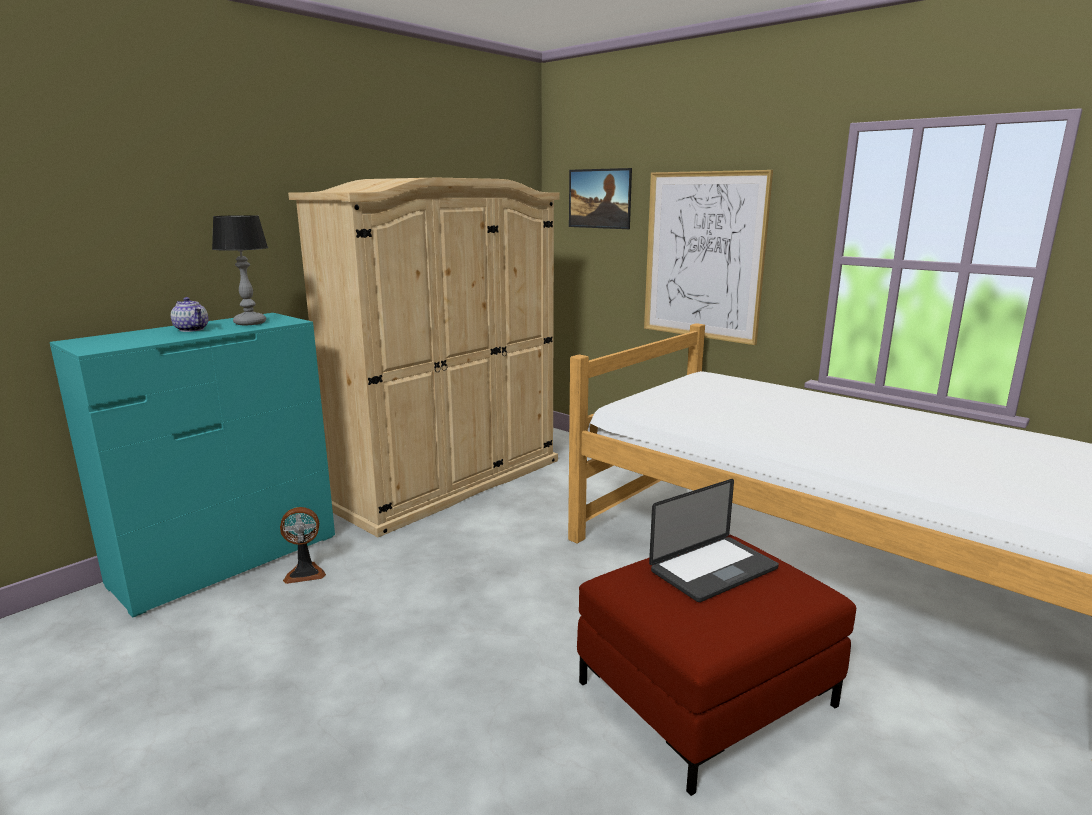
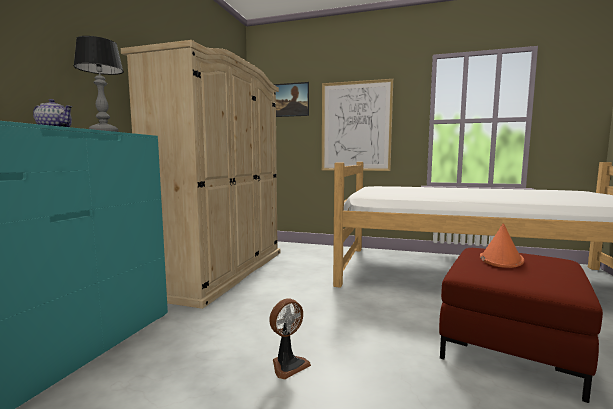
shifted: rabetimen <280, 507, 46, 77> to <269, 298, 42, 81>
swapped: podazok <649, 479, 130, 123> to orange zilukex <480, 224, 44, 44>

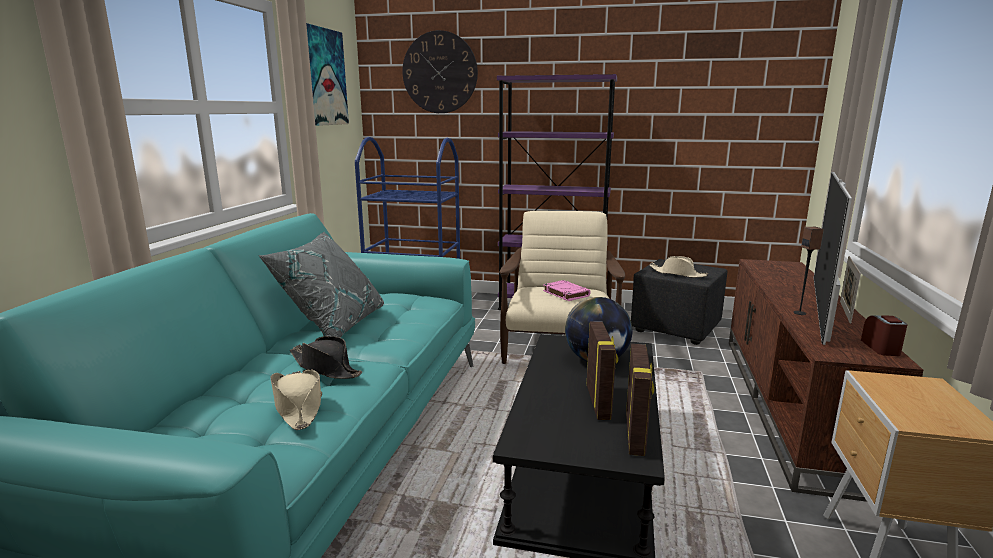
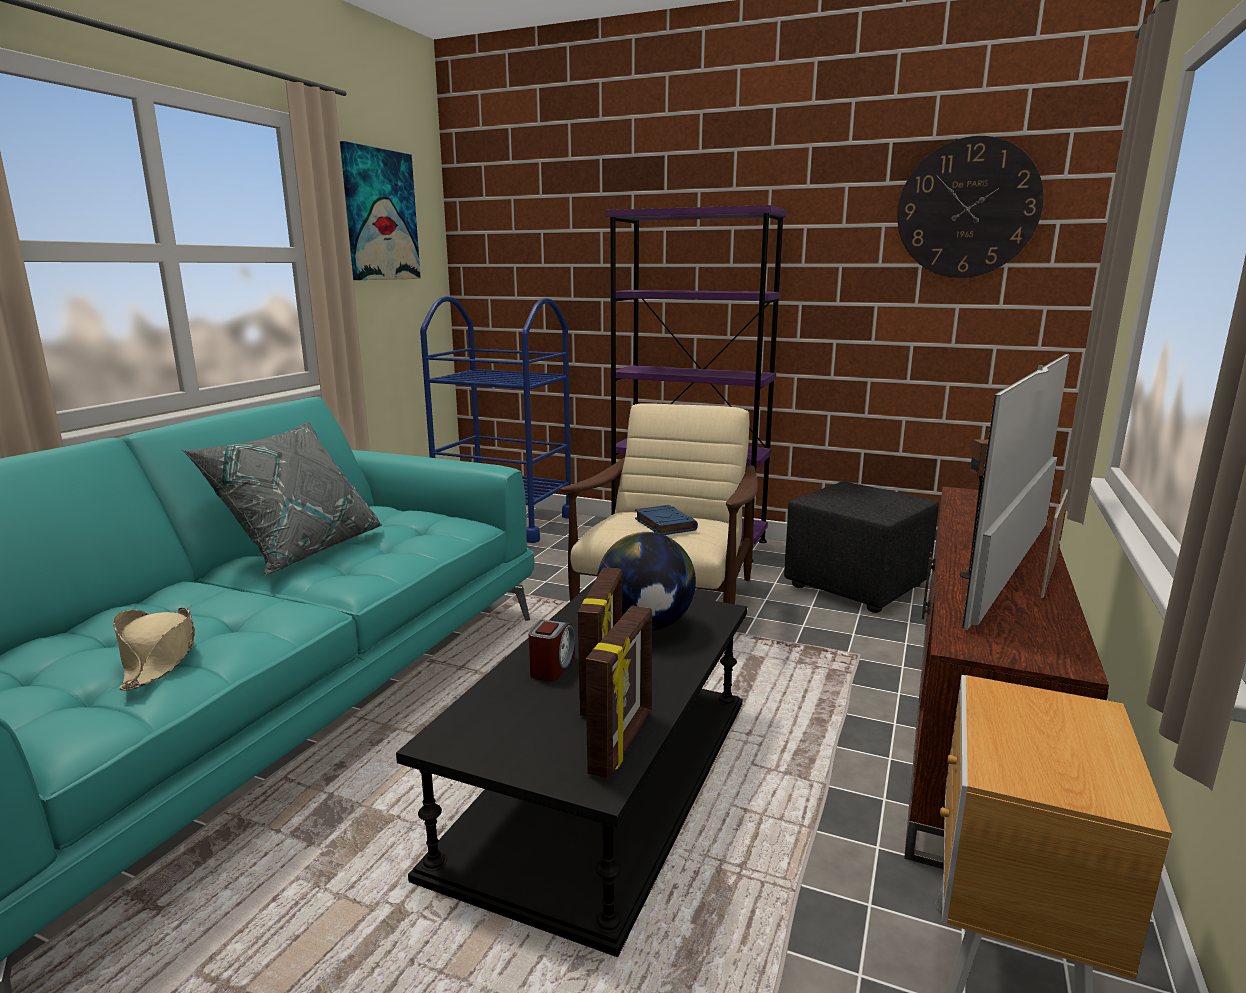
gone: black zilukex <290, 336, 72, 43>; beige zilukex <649, 256, 59, 22>
shifted: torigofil <402, 30, 76, 83> to <897, 136, 147, 142>; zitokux <861, 315, 47, 41> to <529, 620, 46, 61>
repainted: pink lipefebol <543, 280, 48, 21> to blue lipefebol <635, 505, 63, 30>

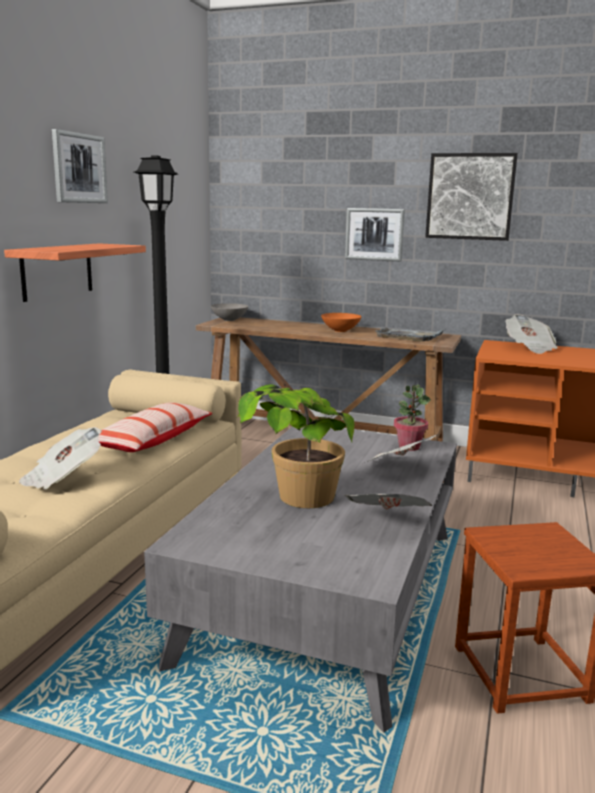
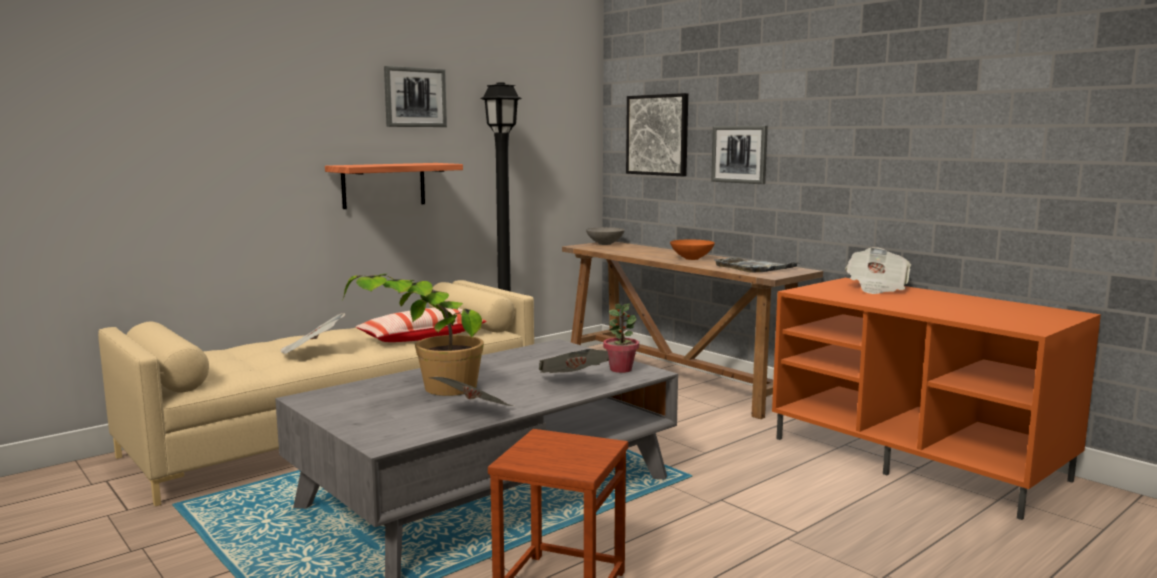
shifted: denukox <425, 153, 93, 88> to <626, 93, 62, 83>

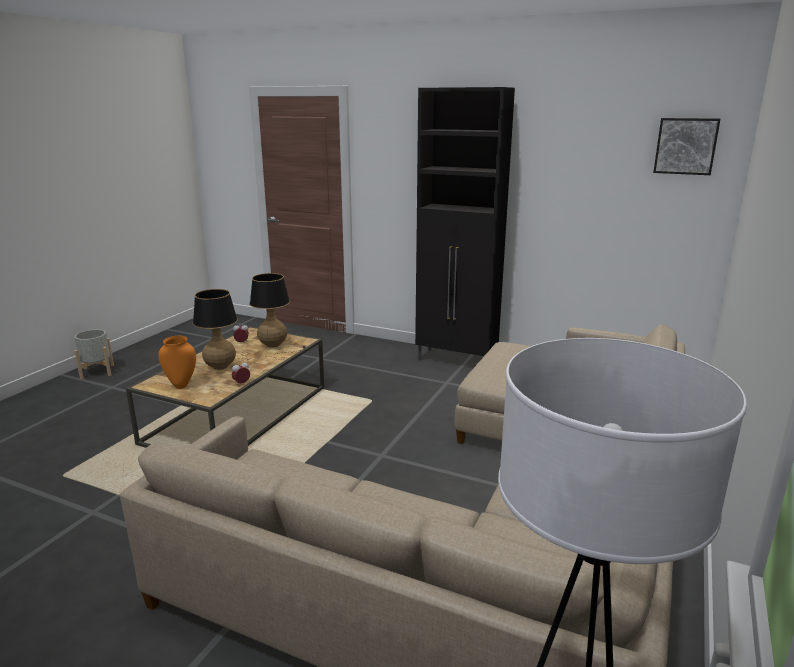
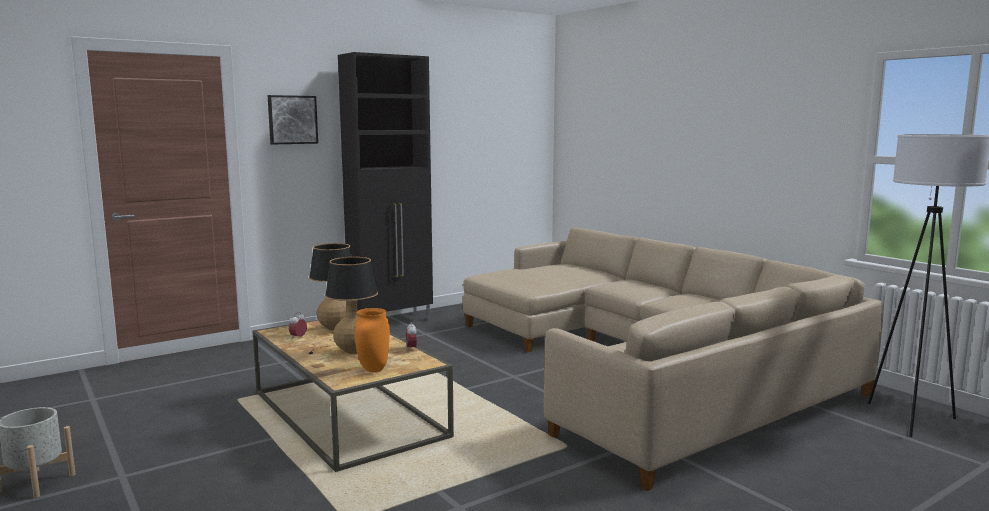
shifted: denukox <653, 118, 67, 57> to <268, 95, 50, 49>

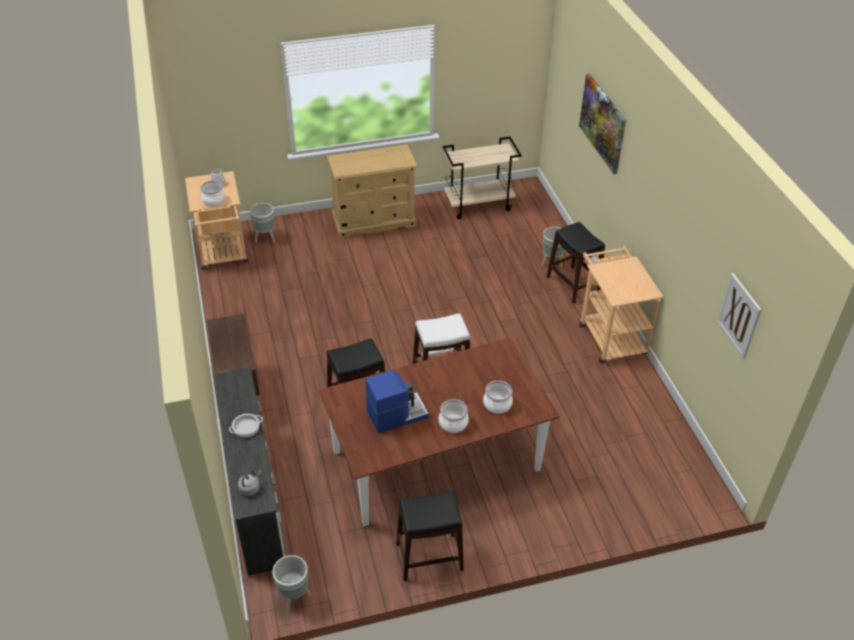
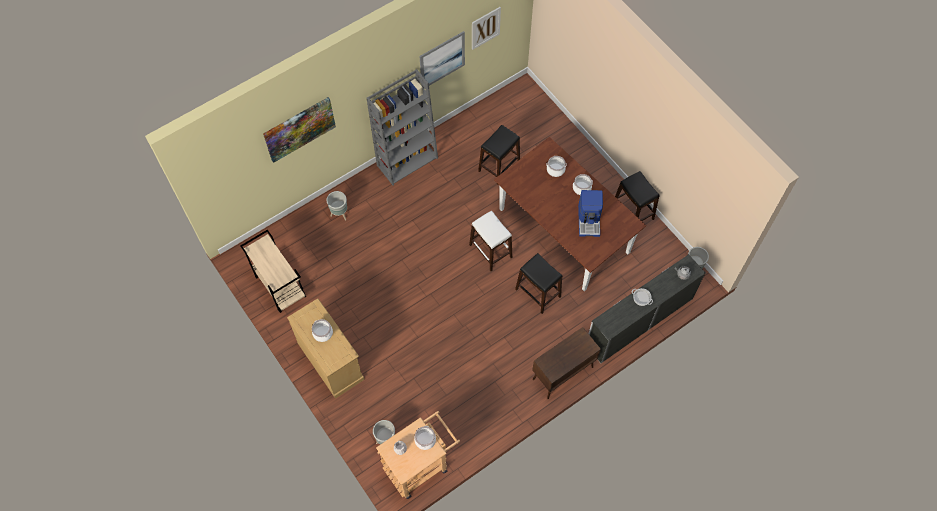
new: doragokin <312, 319, 21, 23>; denukox <419, 31, 46, 58>
shifted: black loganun <547, 222, 58, 81> to <478, 125, 42, 60>
swapped: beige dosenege <579, 246, 85, 117> to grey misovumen <366, 69, 72, 116>
rotated: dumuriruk <366, 370, 63, 63> = <578, 190, 25, 47> 135 degrees counterclockwise

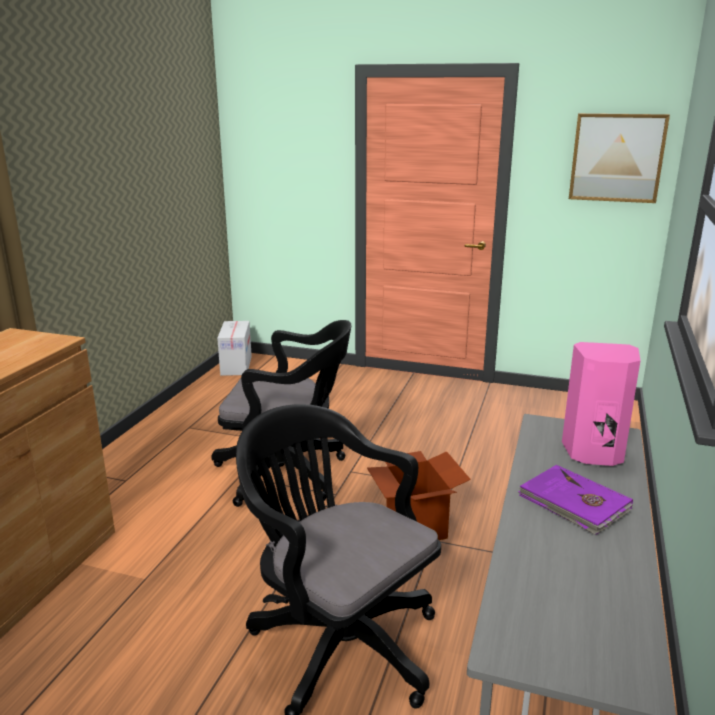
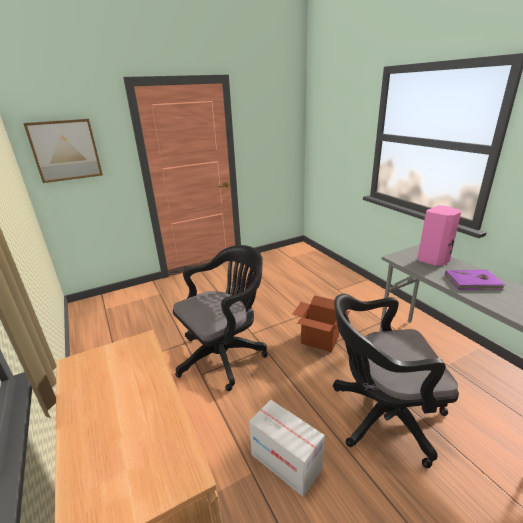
shifted: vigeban <217, 321, 35, 55> to <249, 400, 76, 97>; denukox <569, 113, 101, 90> to <23, 119, 80, 64>

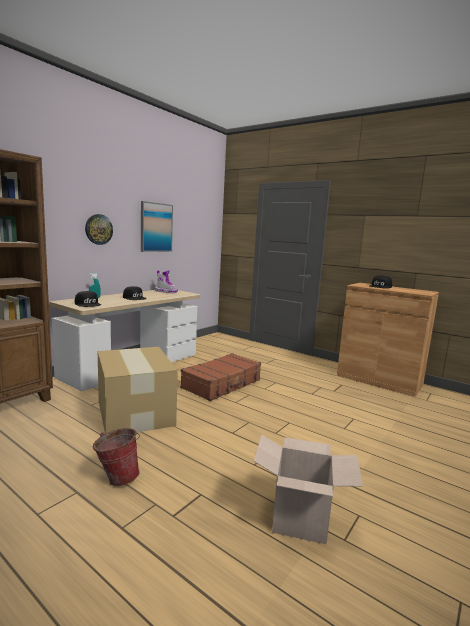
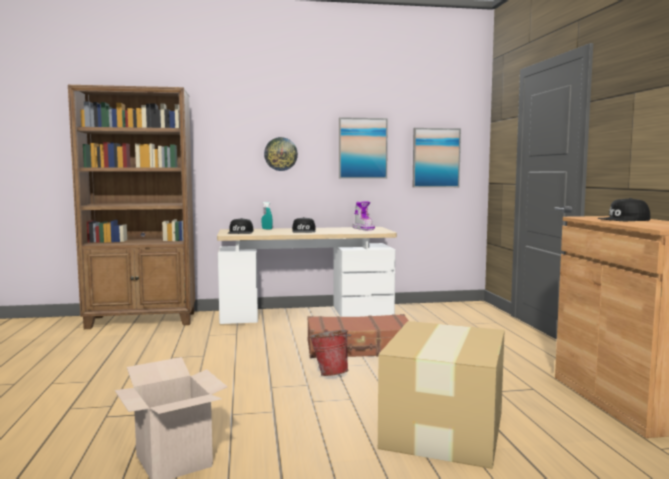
new: denukox <413, 128, 48, 60>
shifted: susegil <93, 428, 47, 58> to <309, 329, 42, 47>; vigeban <98, 347, 80, 86> to <378, 321, 127, 148>

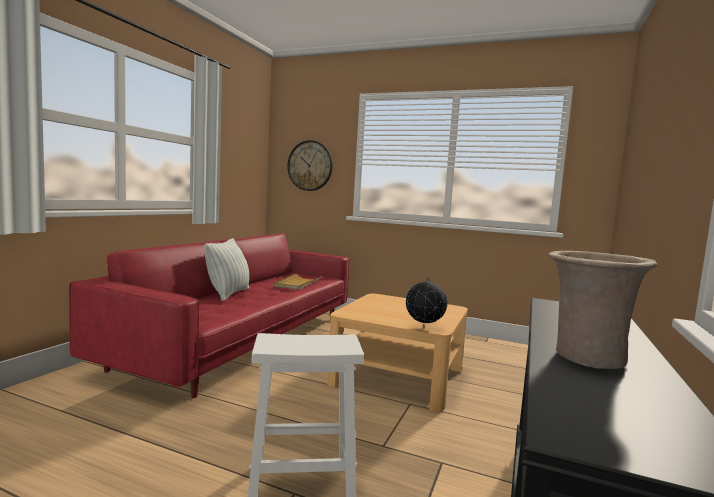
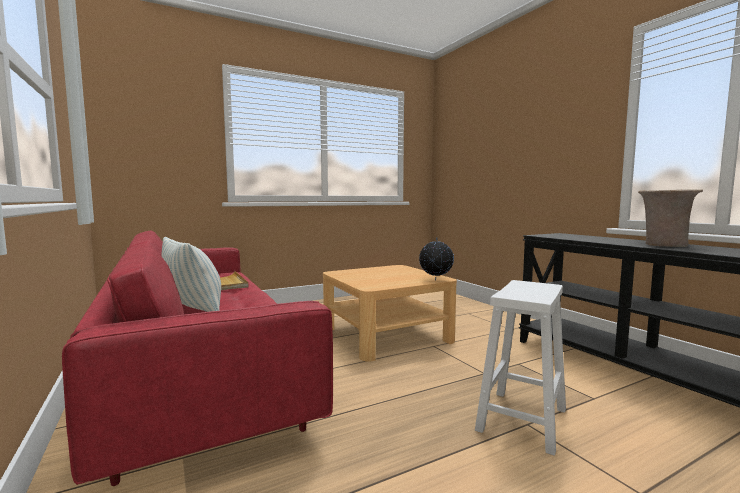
gone: torigofil <287, 140, 46, 51>

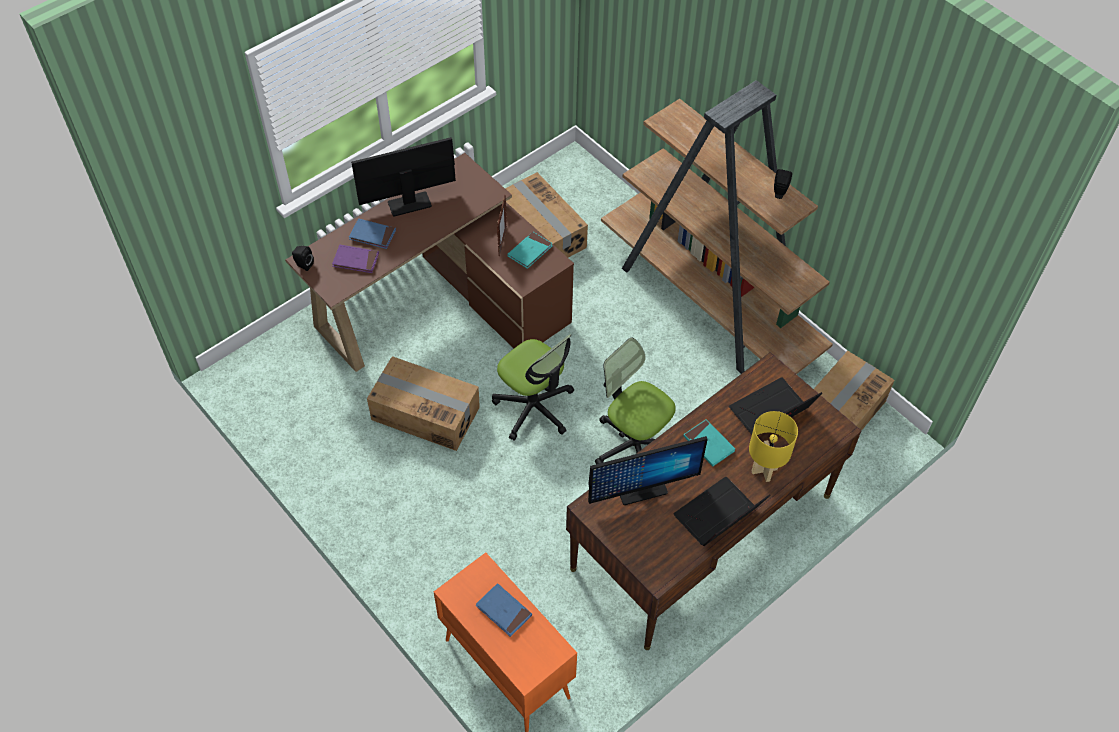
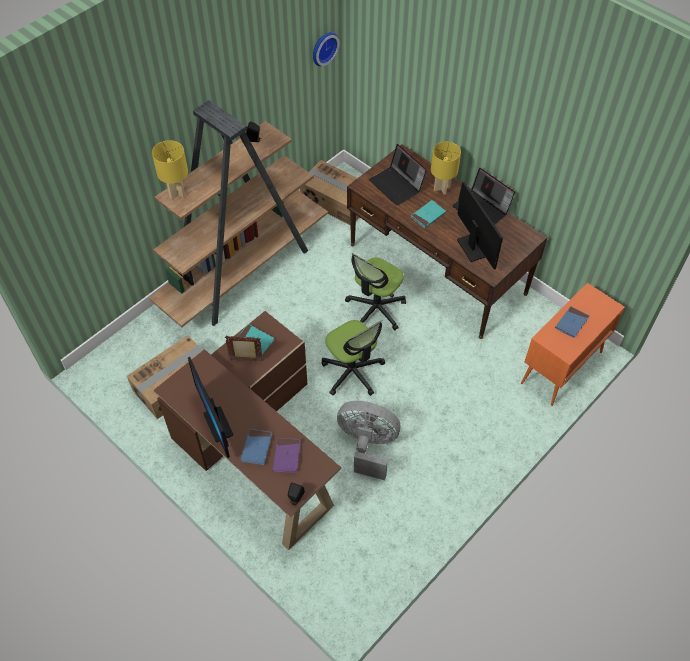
new: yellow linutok <152, 140, 36, 59>; torigofil <313, 32, 27, 34>
swapped: vigeban <367, 356, 113, 95> to grey rabetimen <337, 401, 63, 79>
rotated: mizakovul <492, 334, 82, 107> = <321, 320, 64, 76> 105 degrees clockwise

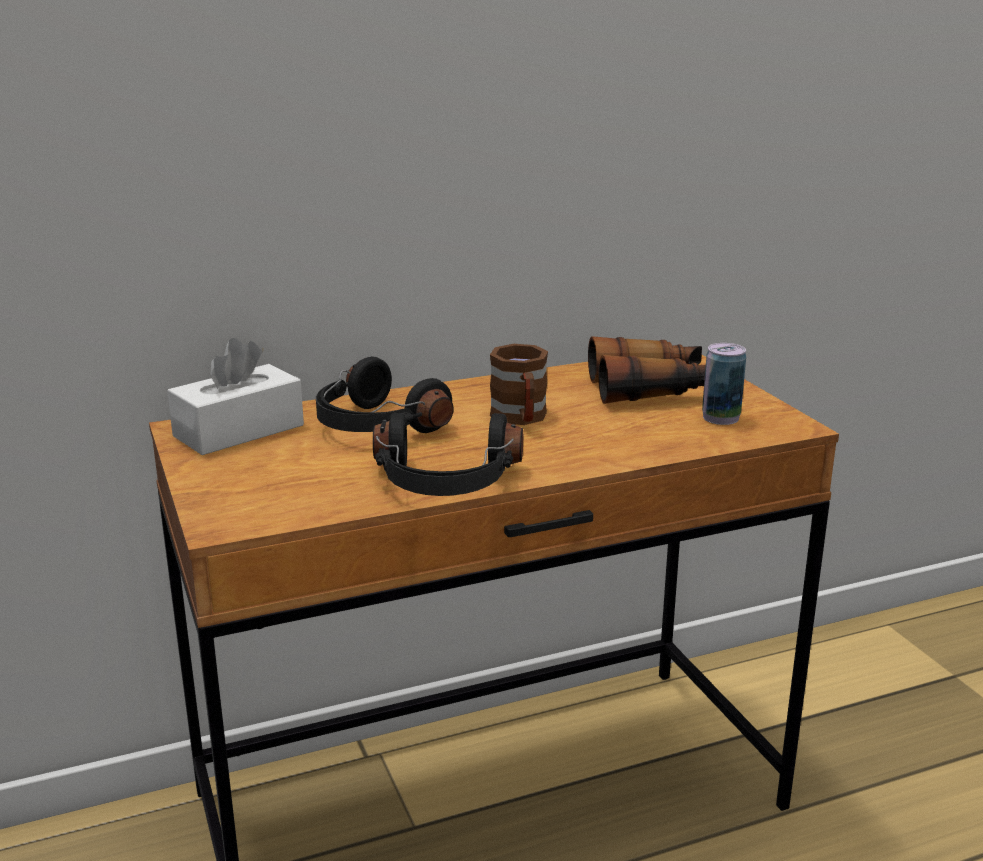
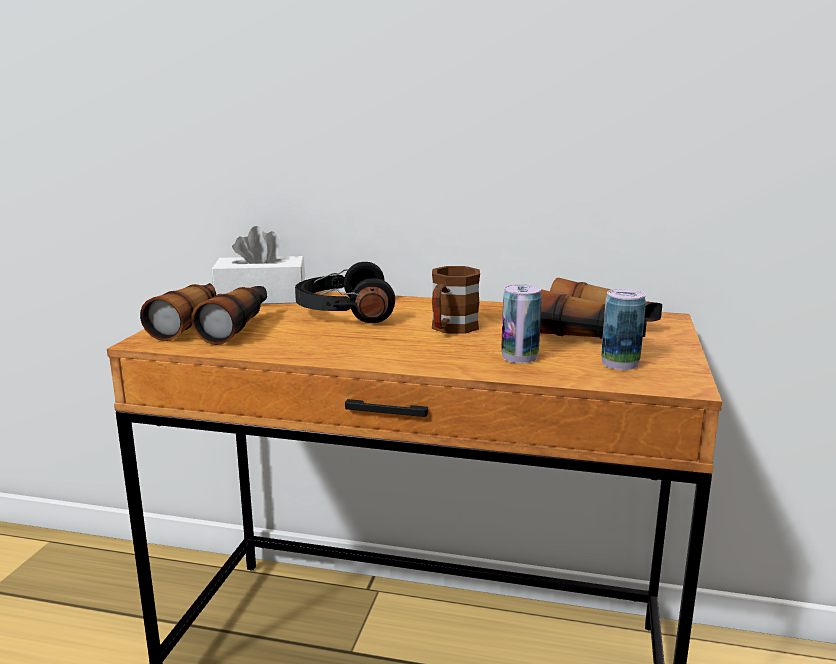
gone: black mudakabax <373, 413, 150, 83>
new: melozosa <140, 283, 127, 62>; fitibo <501, 284, 41, 79>

